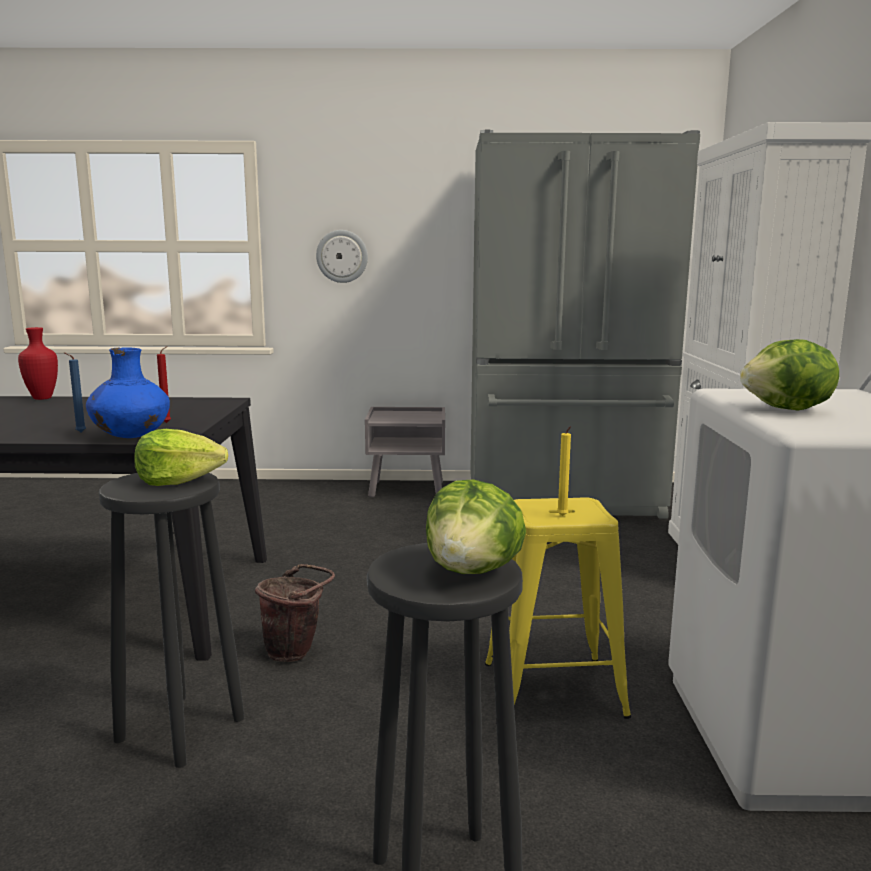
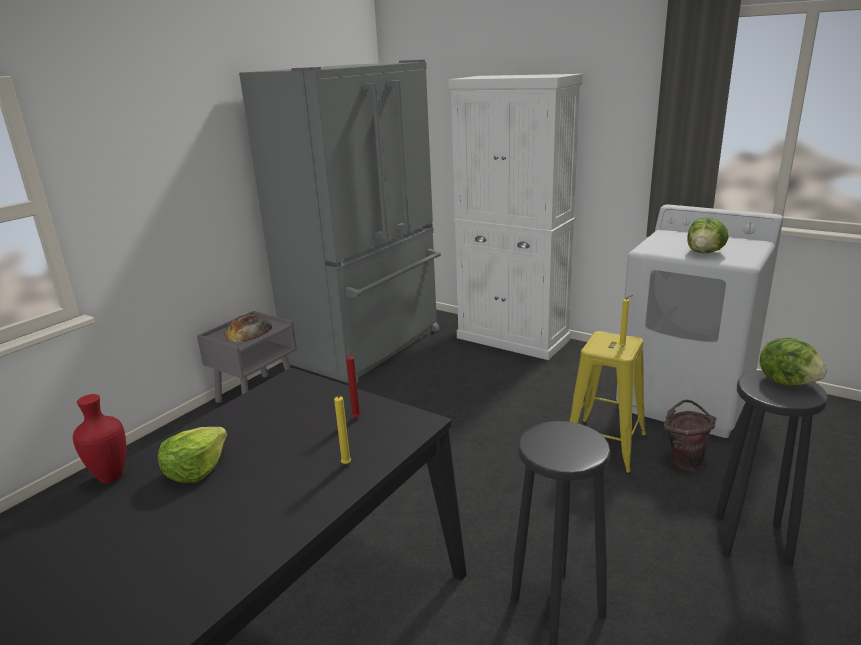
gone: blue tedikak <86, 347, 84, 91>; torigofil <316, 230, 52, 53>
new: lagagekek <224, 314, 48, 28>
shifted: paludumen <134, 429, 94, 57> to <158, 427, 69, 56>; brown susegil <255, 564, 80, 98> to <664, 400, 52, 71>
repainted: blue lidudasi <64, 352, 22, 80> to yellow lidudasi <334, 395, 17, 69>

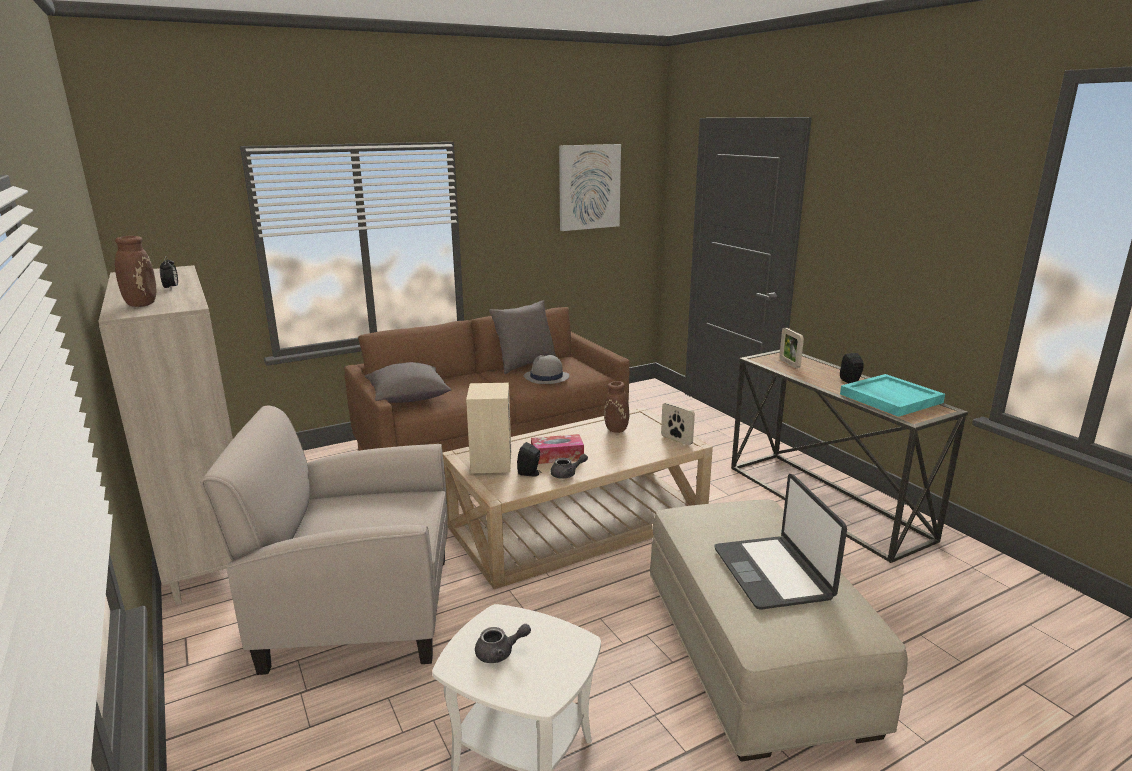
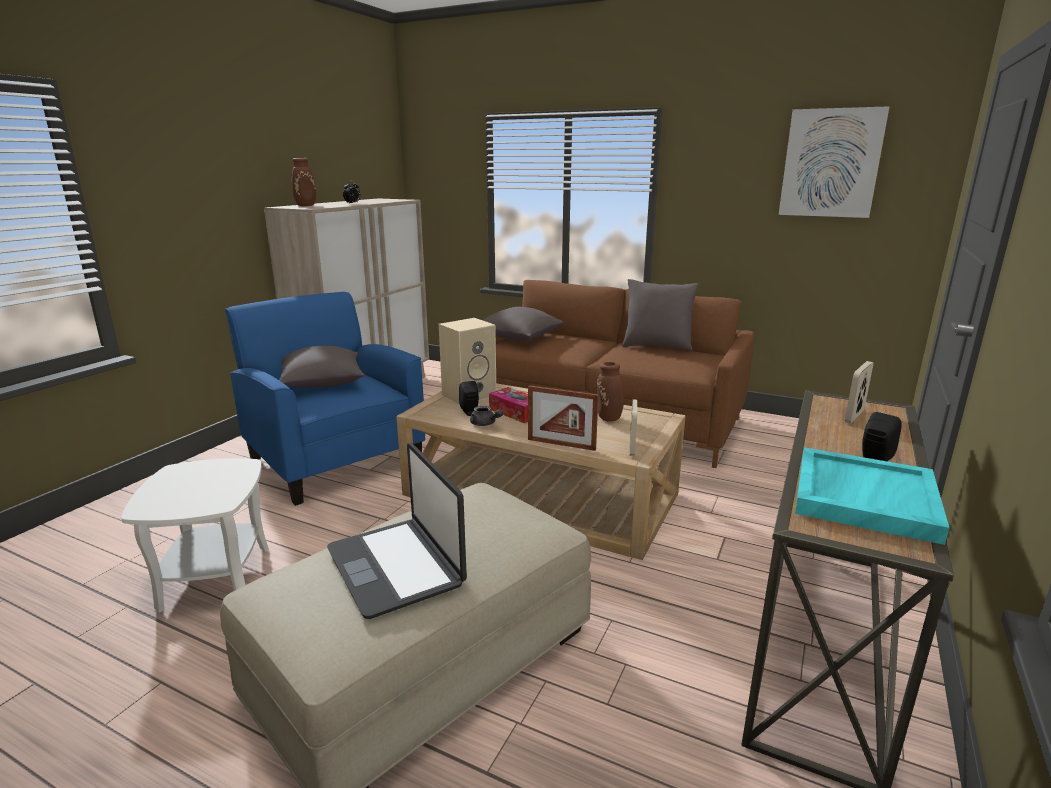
gone: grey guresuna <475, 624, 56, 39>; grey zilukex <523, 355, 46, 29>
new: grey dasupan <279, 346, 86, 42>; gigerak <528, 385, 70, 66>
repainted: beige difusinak <201, 406, 247, 269> to blue difusinak <225, 292, 200, 214>
rotated: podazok <714, 474, 133, 136> = <327, 443, 140, 176> 75 degrees counterclockwise

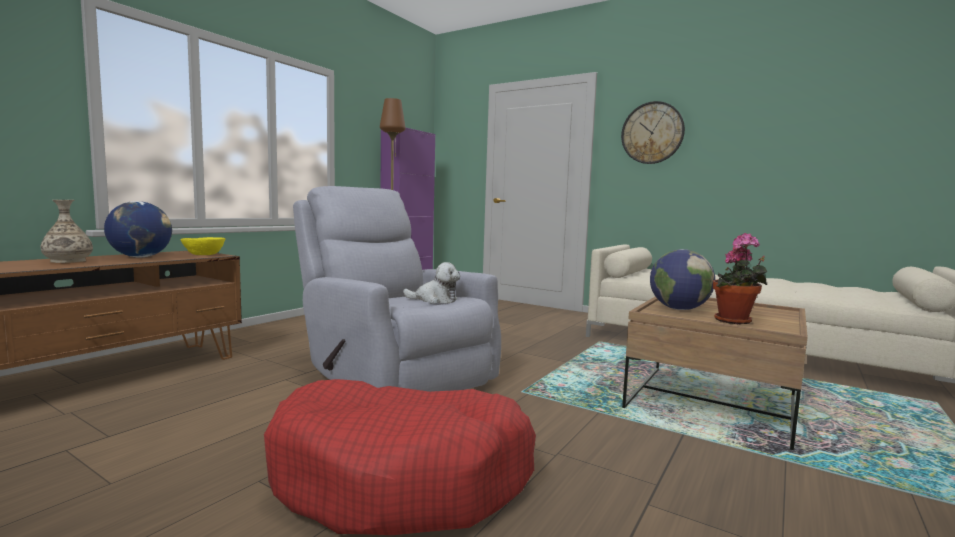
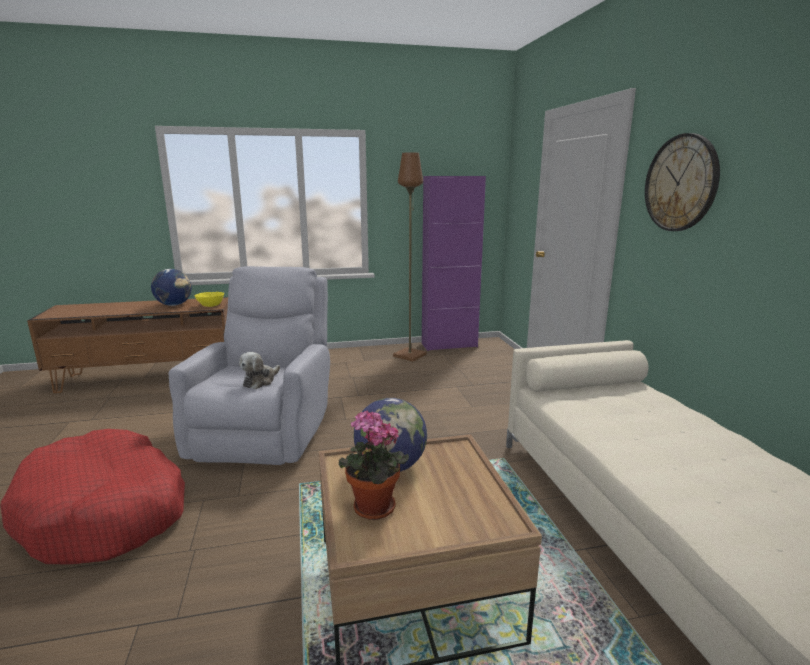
gone: tedikak <41, 200, 52, 63>
rotated: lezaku <403, 262, 57, 42> = <239, 352, 41, 37> 60 degrees clockwise

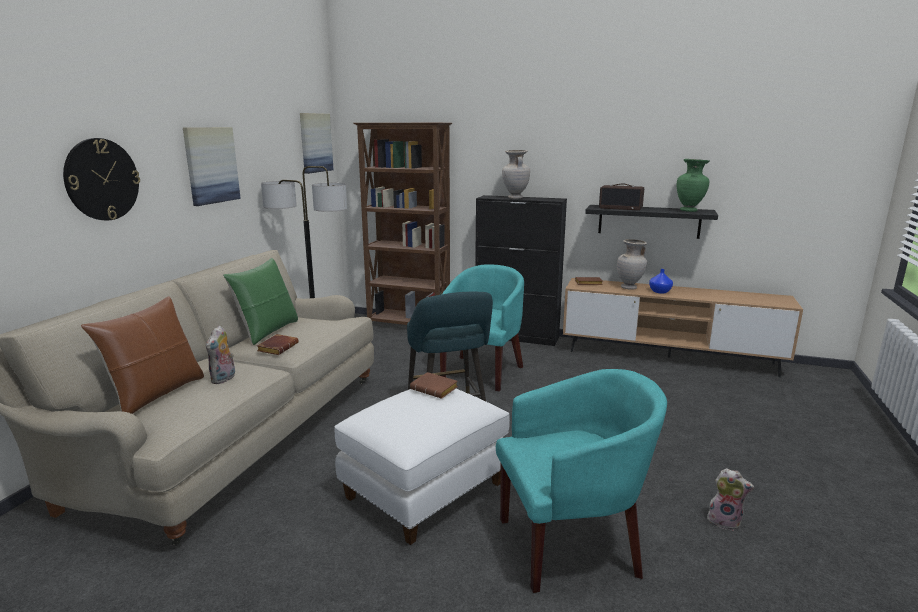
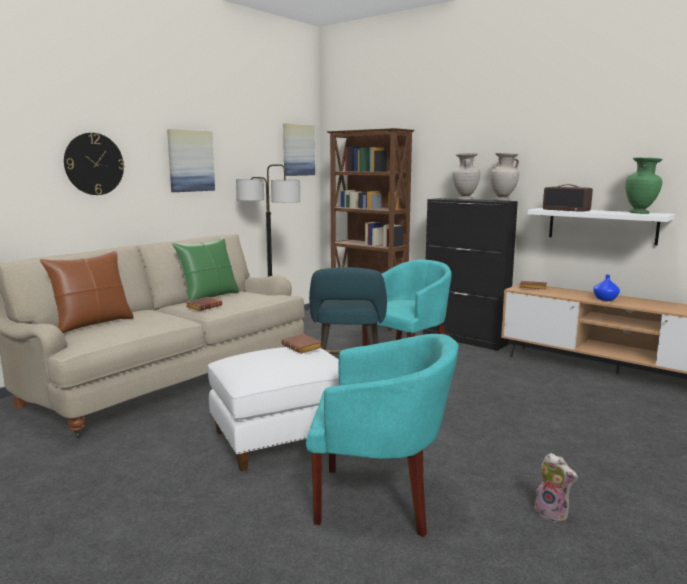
gone: lezaku <206, 326, 29, 58>
shifted: beige tedikak <617, 239, 30, 51> to <490, 153, 29, 48>
repainted: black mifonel <585, 205, 133, 34> to white mifonel <527, 208, 148, 37>

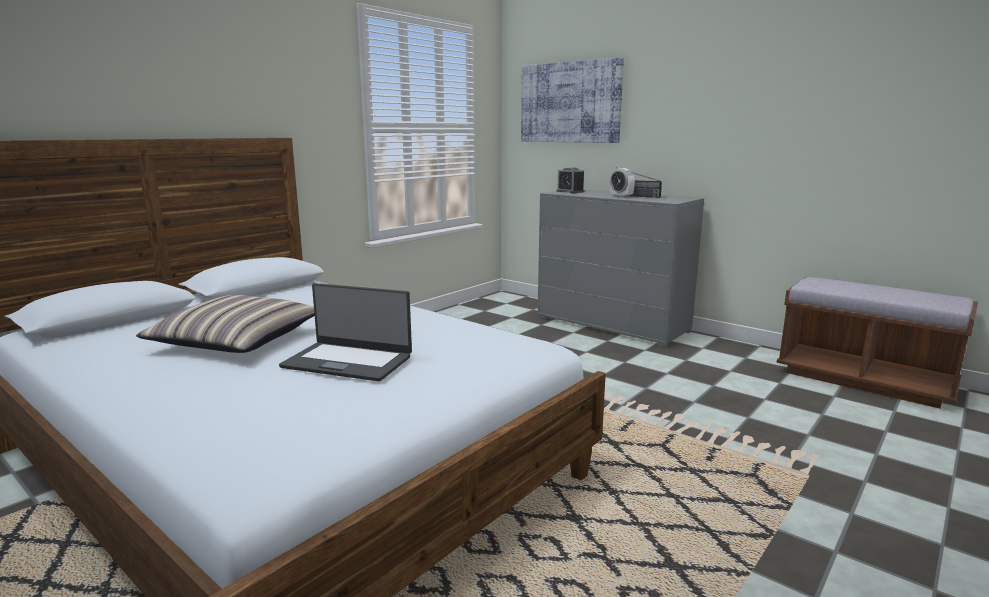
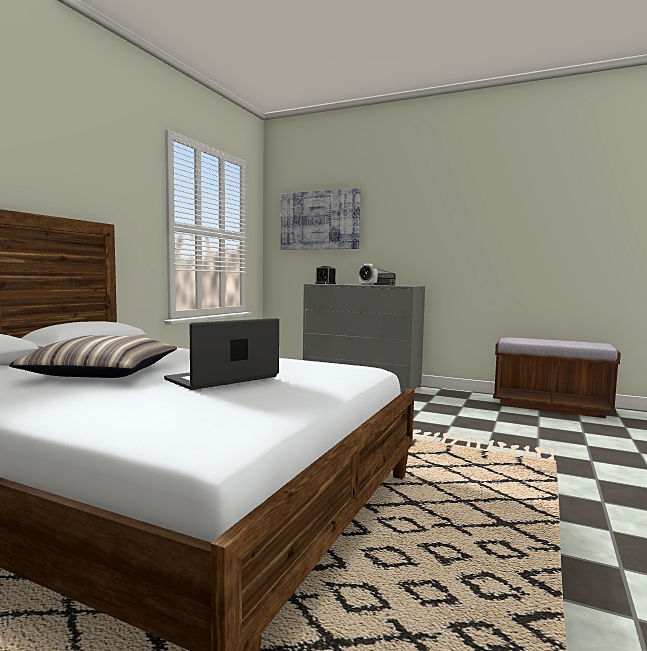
rotated: podazok <279, 283, 133, 98> = <164, 318, 115, 72> 135 degrees clockwise

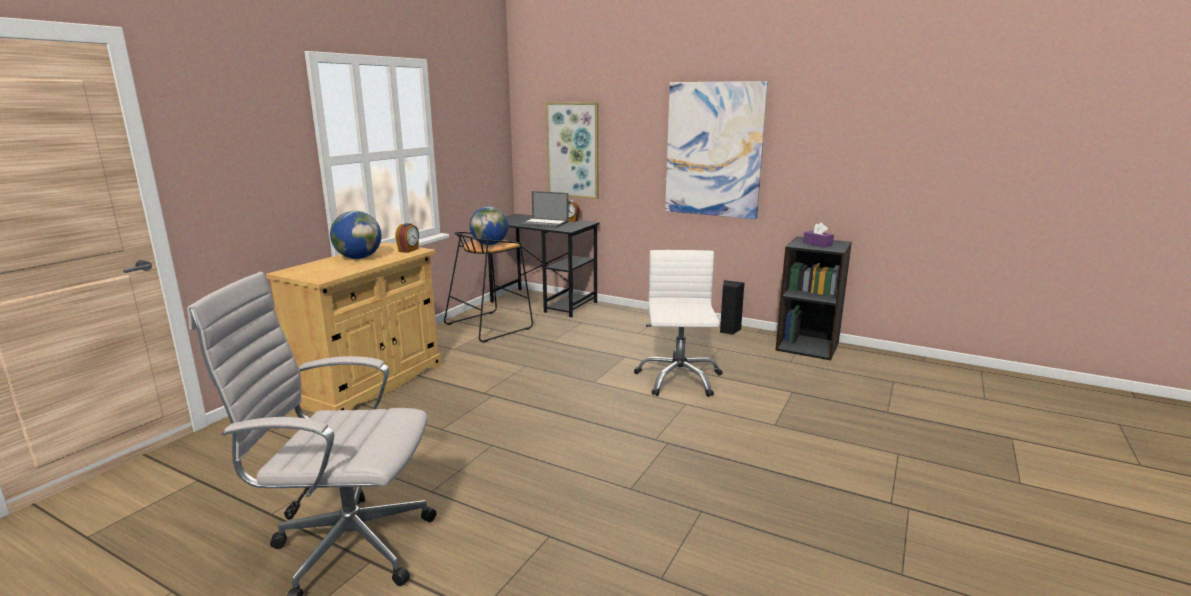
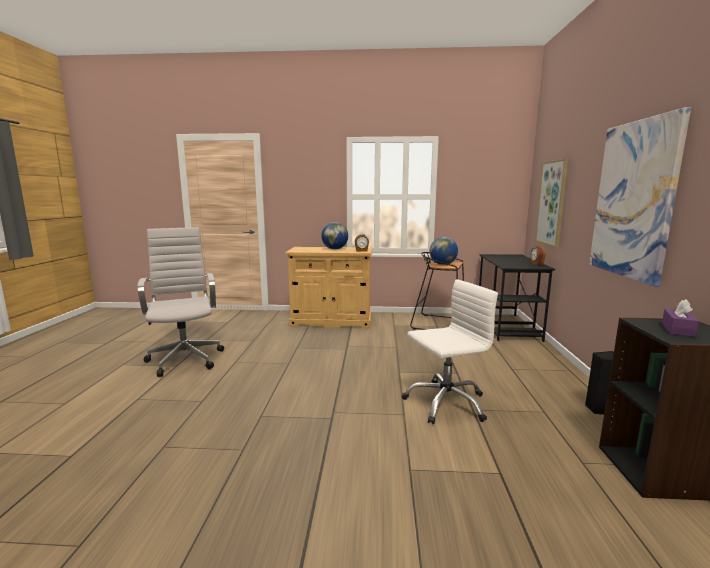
gone: podazok <519, 191, 50, 37>

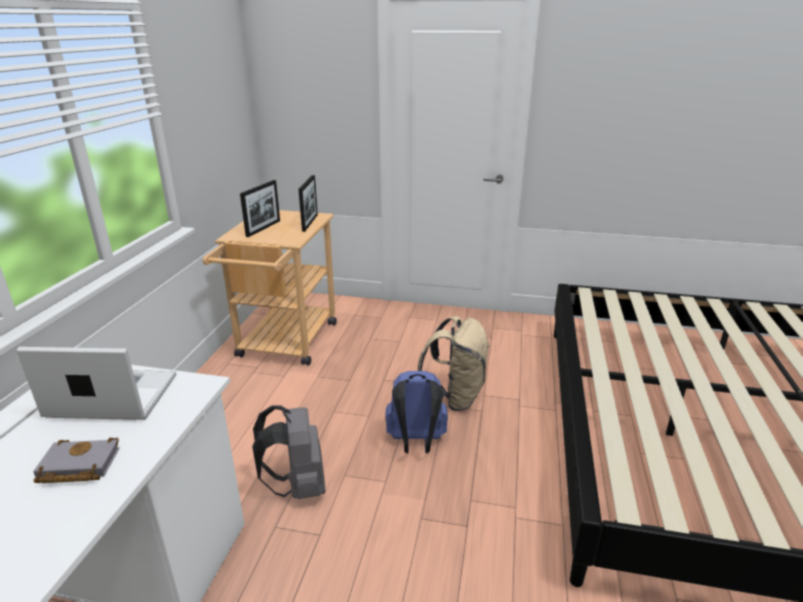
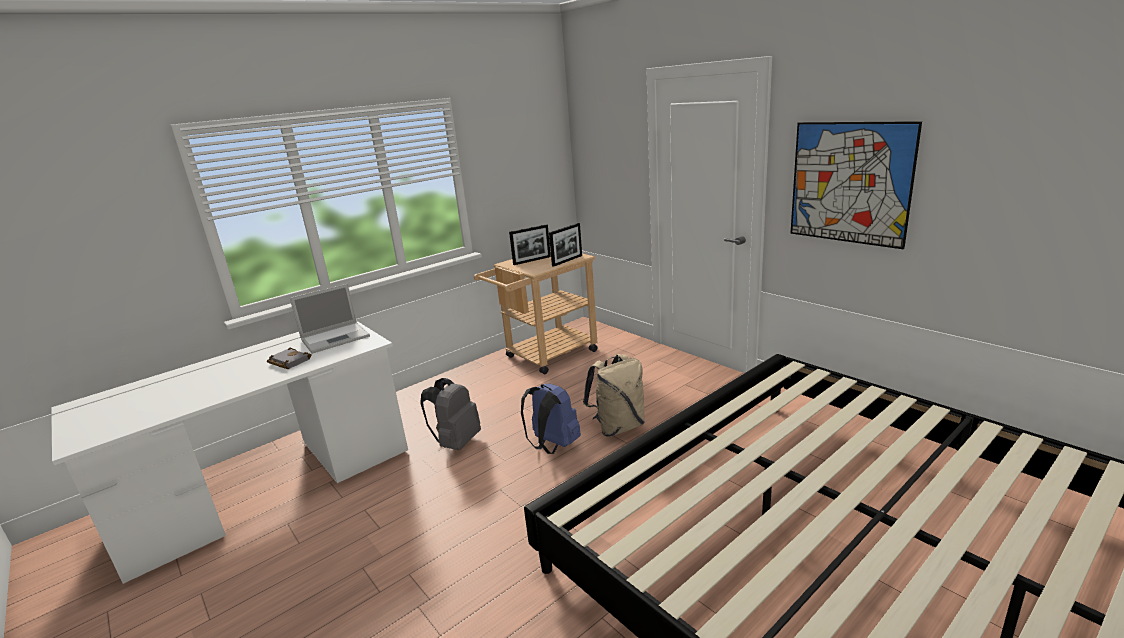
new: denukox <790, 121, 132, 128>
rotated: podazok <17, 347, 159, 73> = <290, 284, 80, 70> 105 degrees clockwise

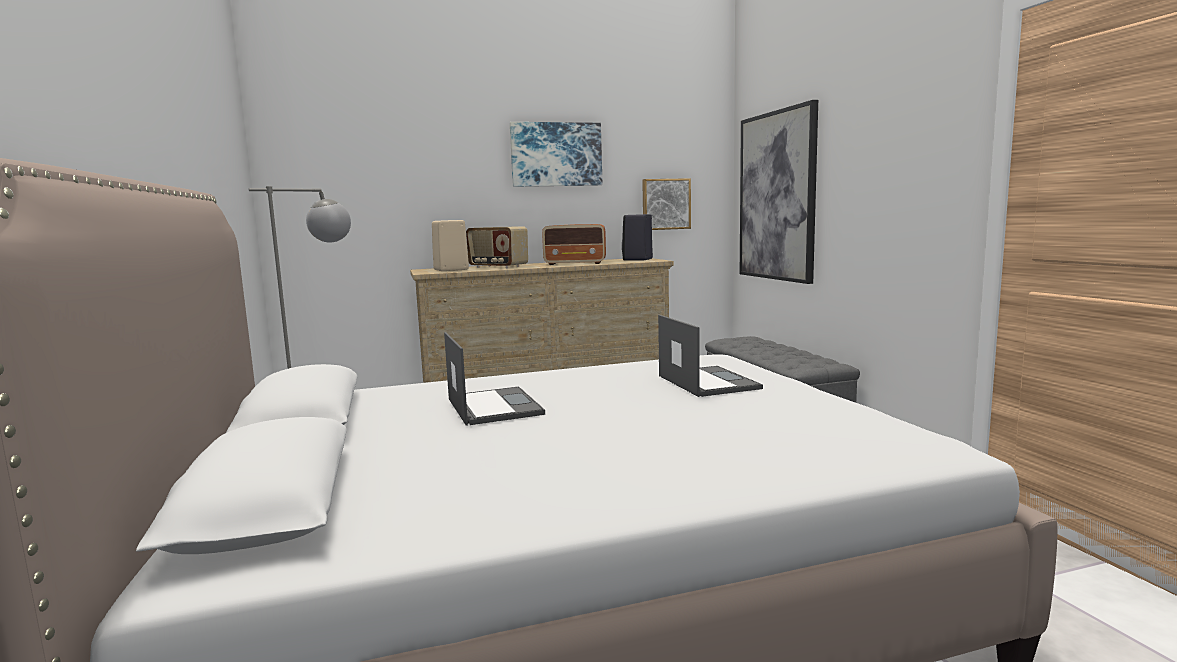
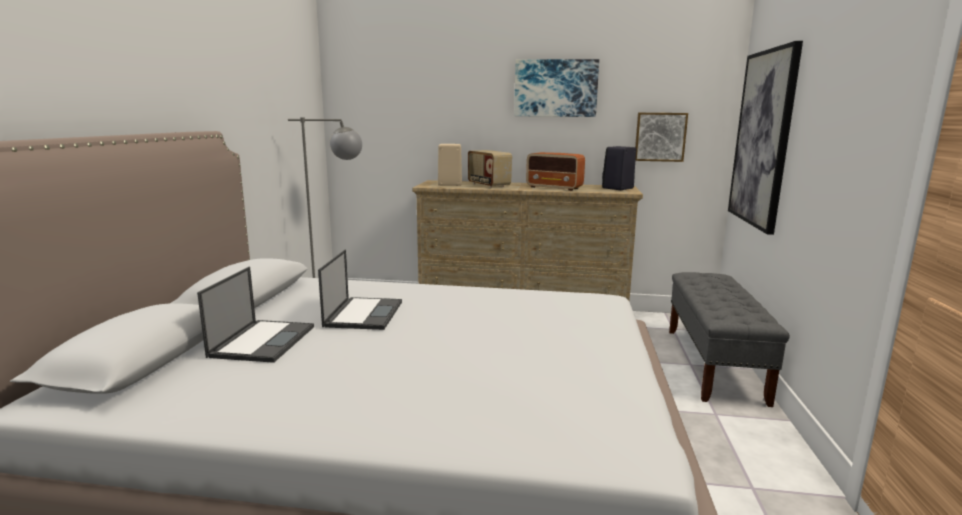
shifted: podazok <658, 315, 105, 82> to <197, 267, 117, 96>

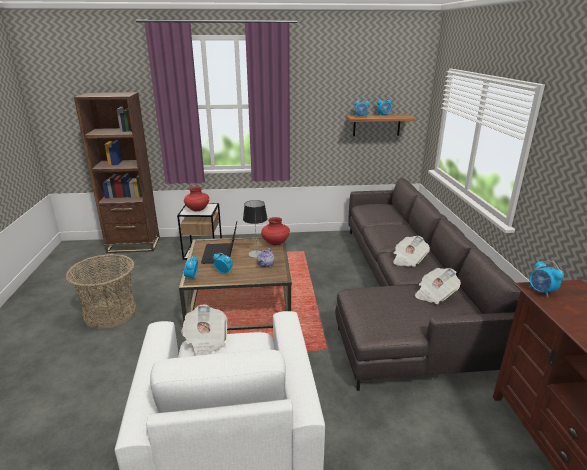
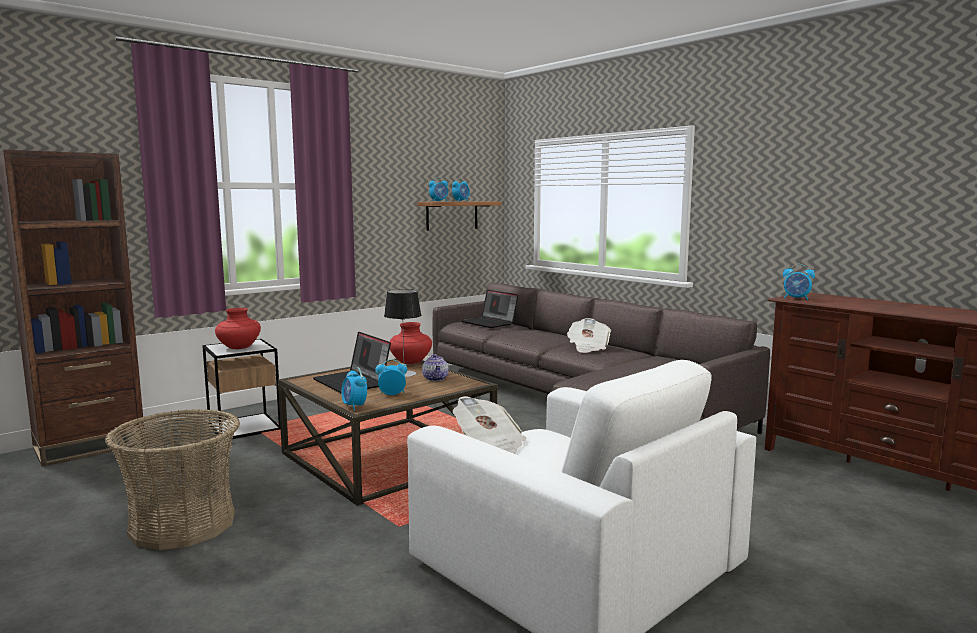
gone: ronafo <415, 268, 46, 36>
new: podazok <461, 290, 57, 38>

